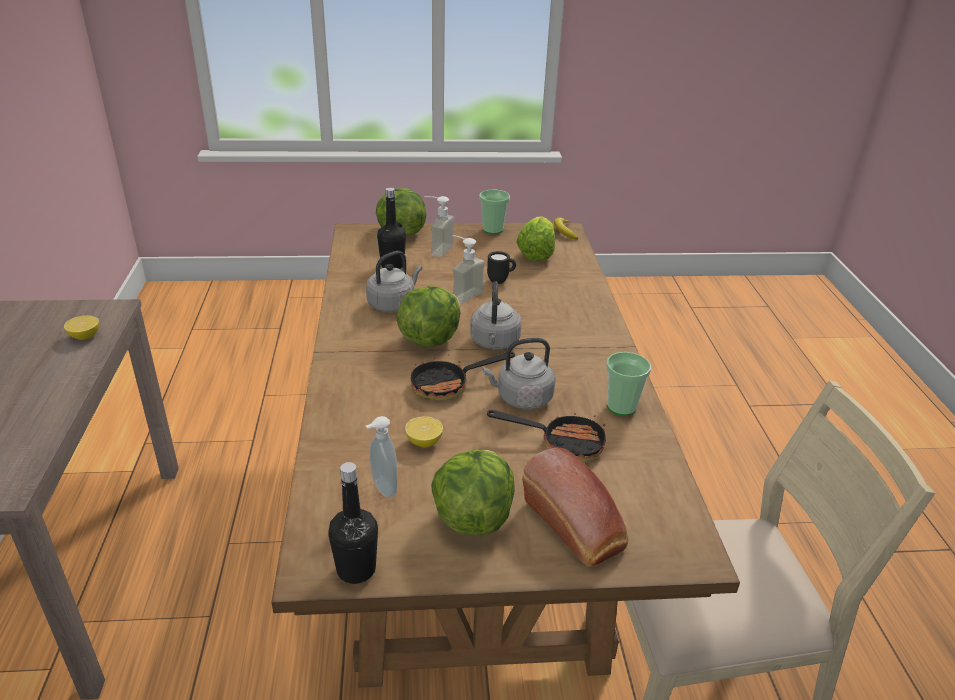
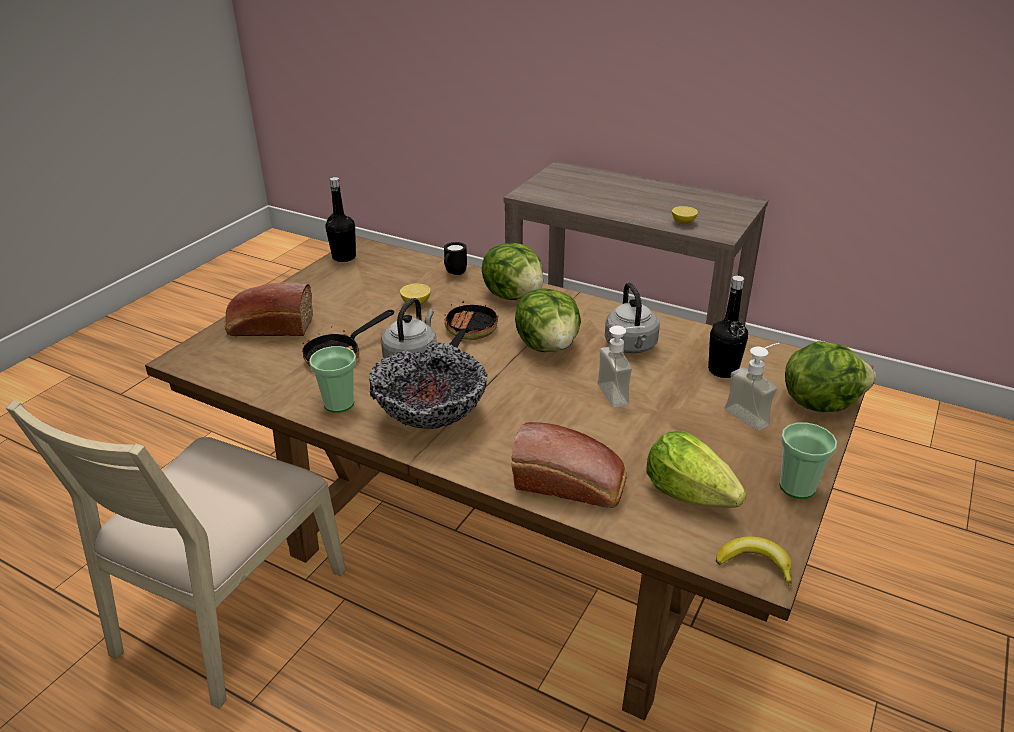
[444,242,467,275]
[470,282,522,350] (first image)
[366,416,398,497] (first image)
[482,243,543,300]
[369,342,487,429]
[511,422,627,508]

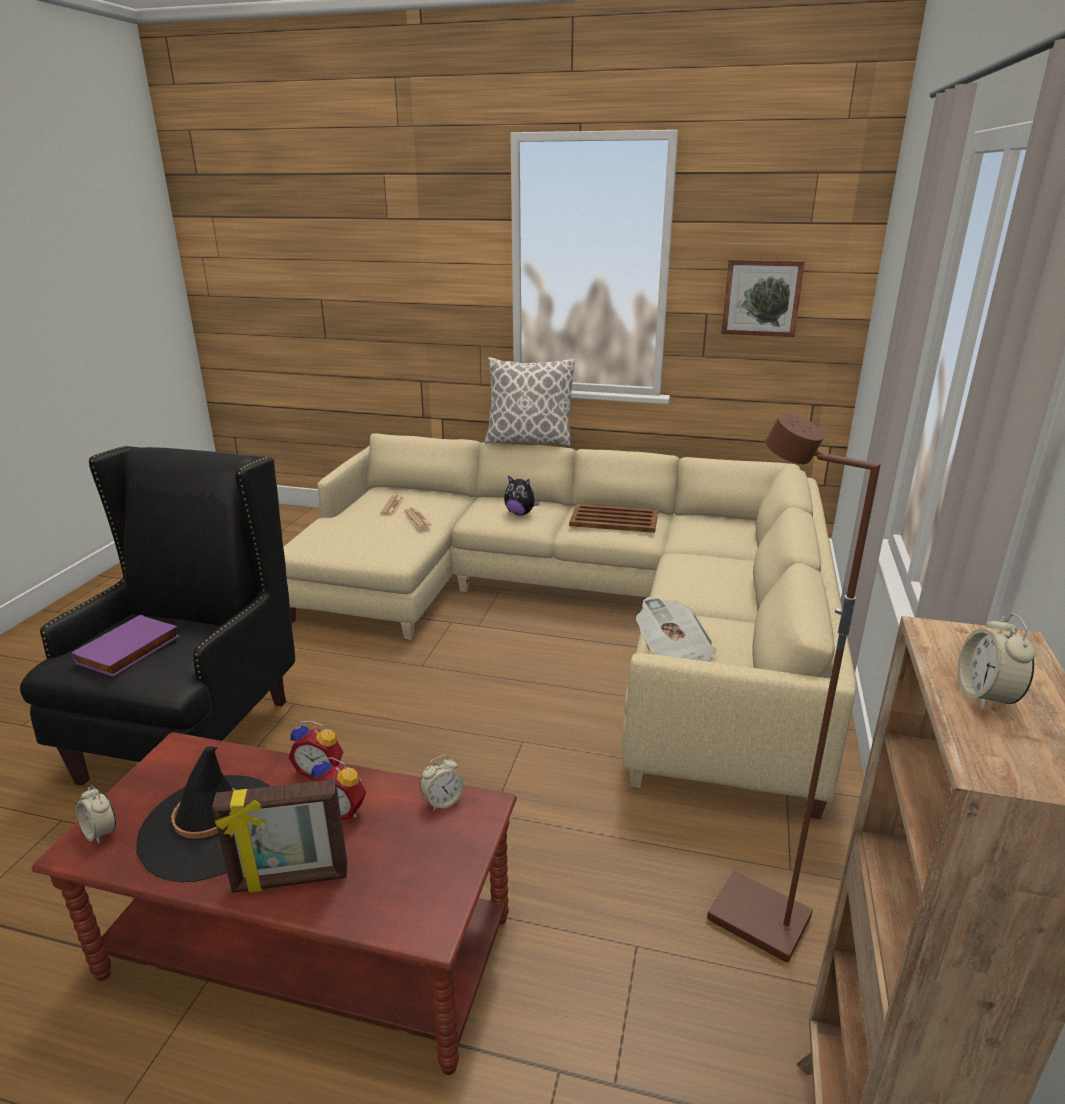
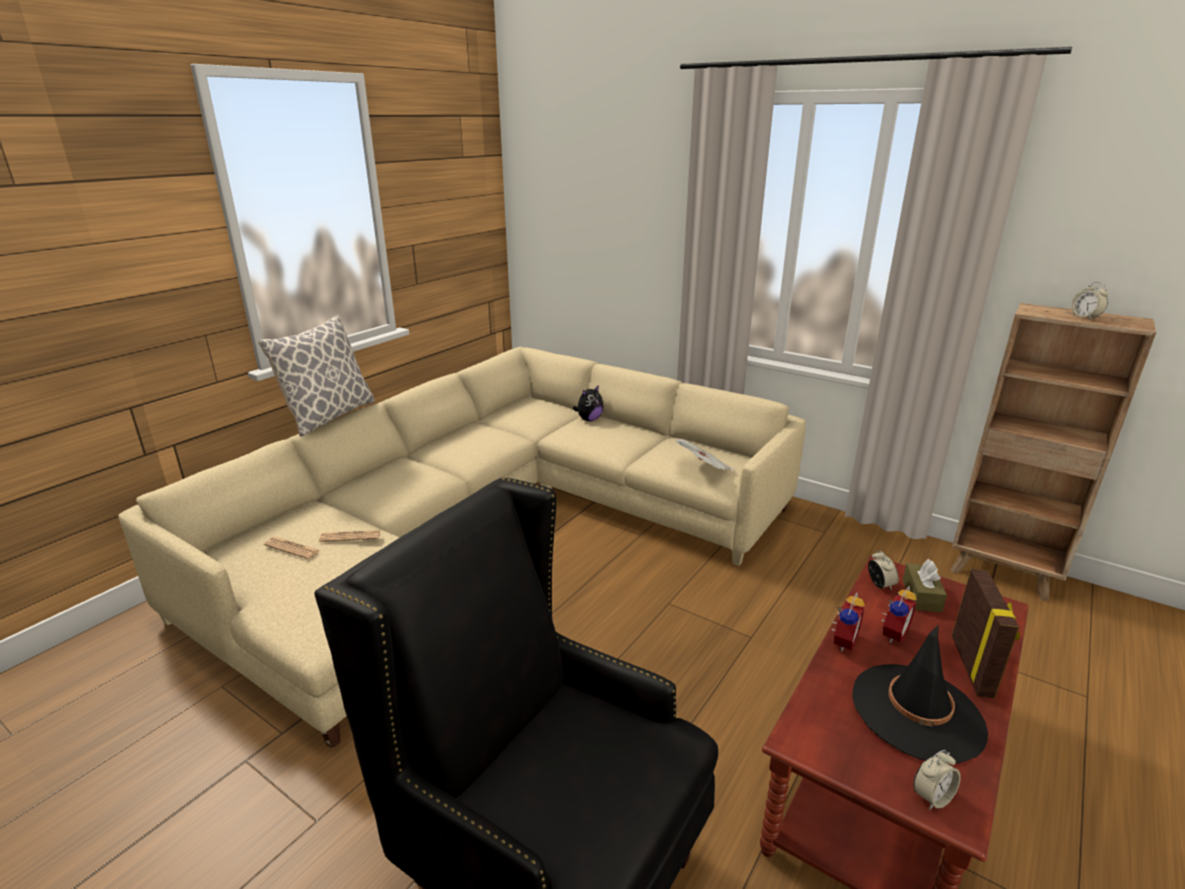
[721,259,805,337] (first image)
[707,413,881,963] (first image)
[573,385,603,421]
[569,504,658,533] (first image)
[1071,282,1109,320]
[72,615,180,677] (first image)
[903,559,947,613]

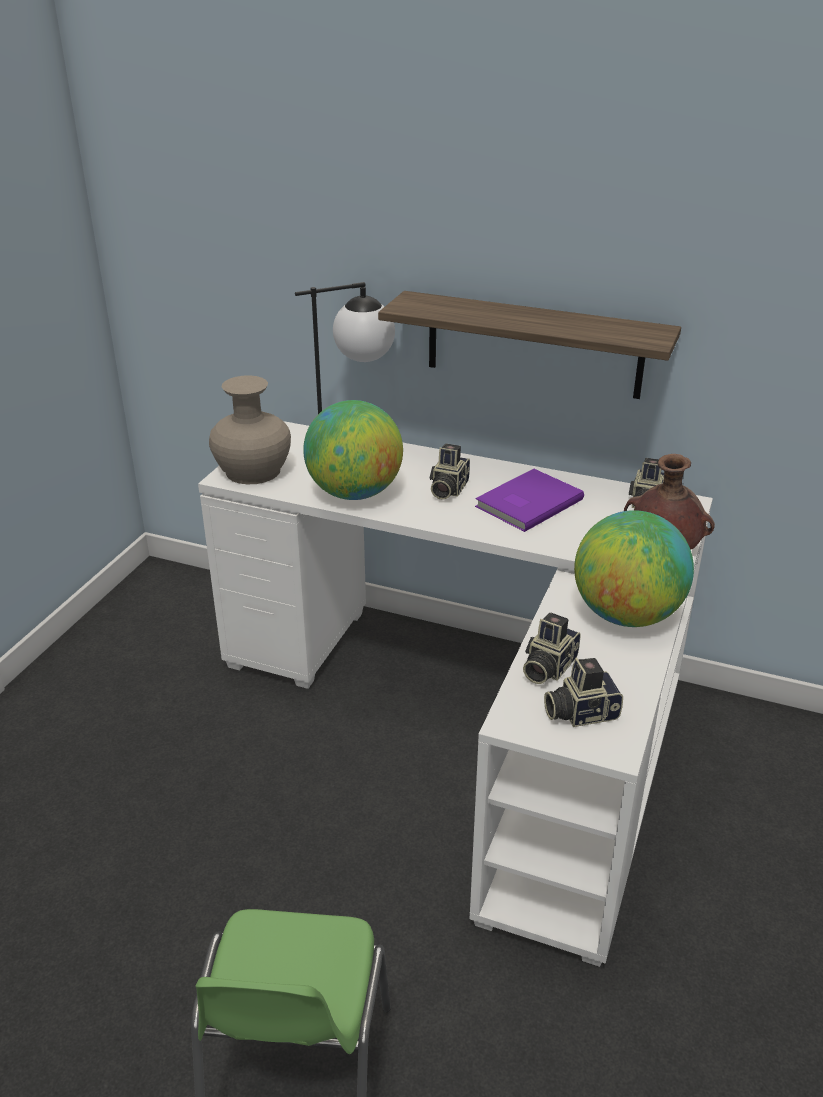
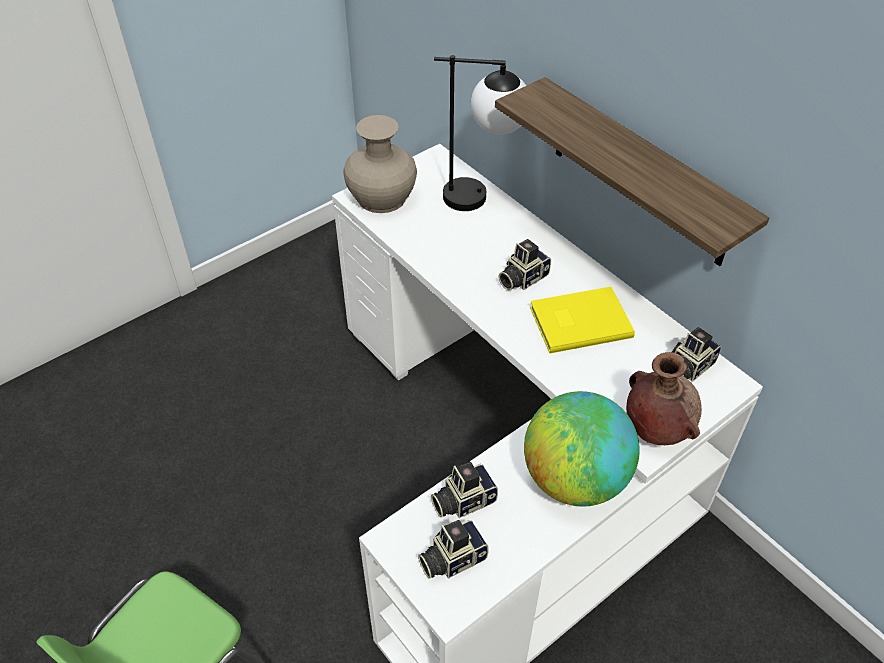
[303,400,403,500] (first image)
[530,287,635,353]
[418,520,489,579]

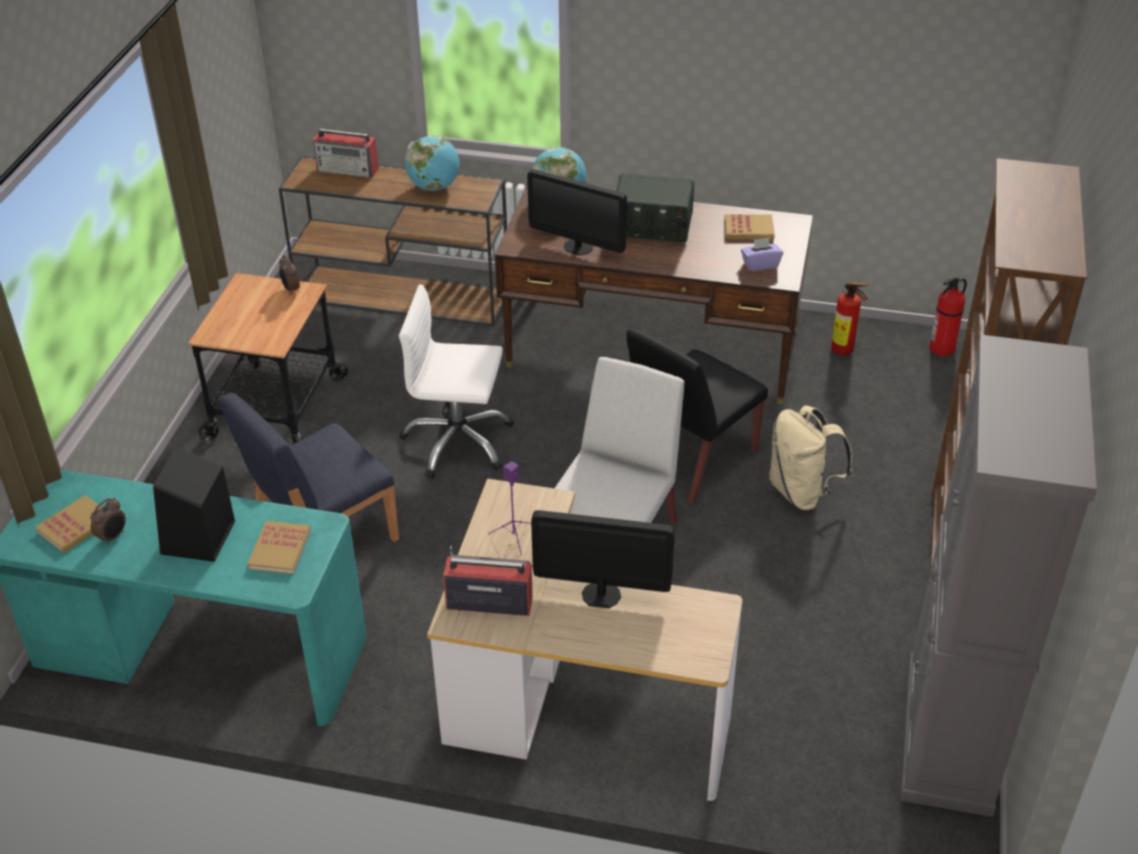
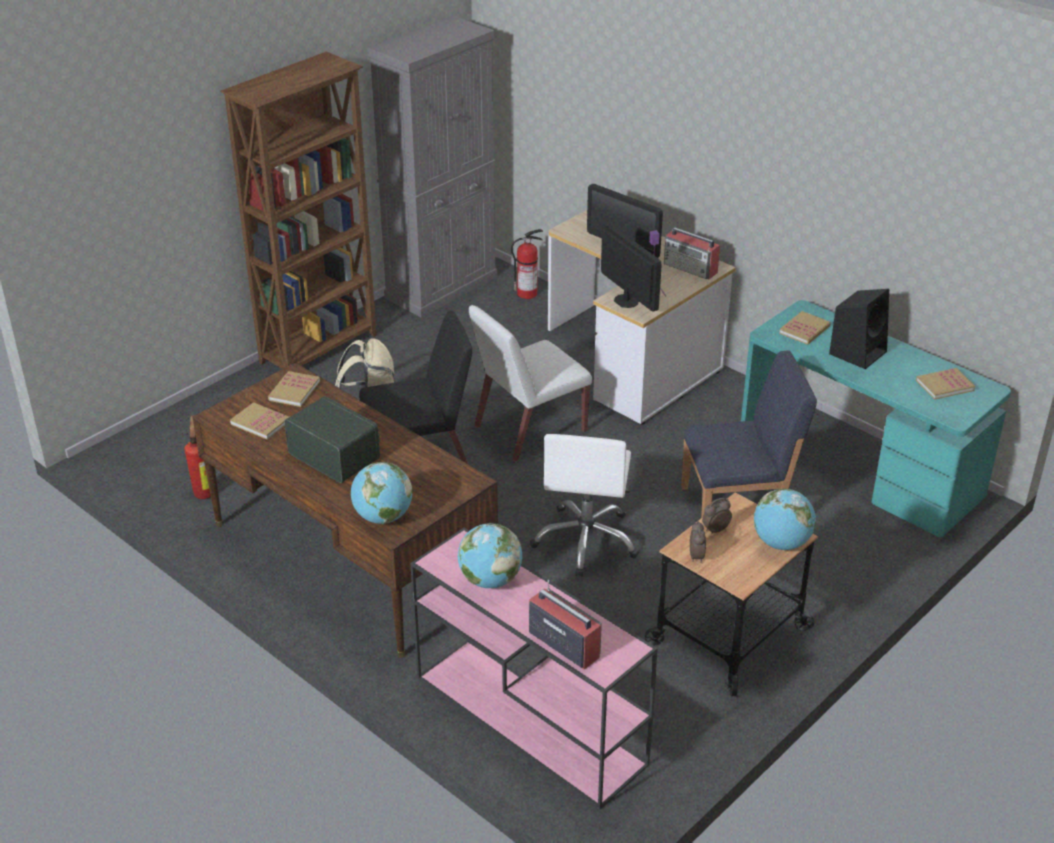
[411,528,658,810]
[601,223,662,312]
[268,371,320,407]
[511,229,543,299]
[530,434,639,577]
[702,498,732,535]
[754,489,816,550]

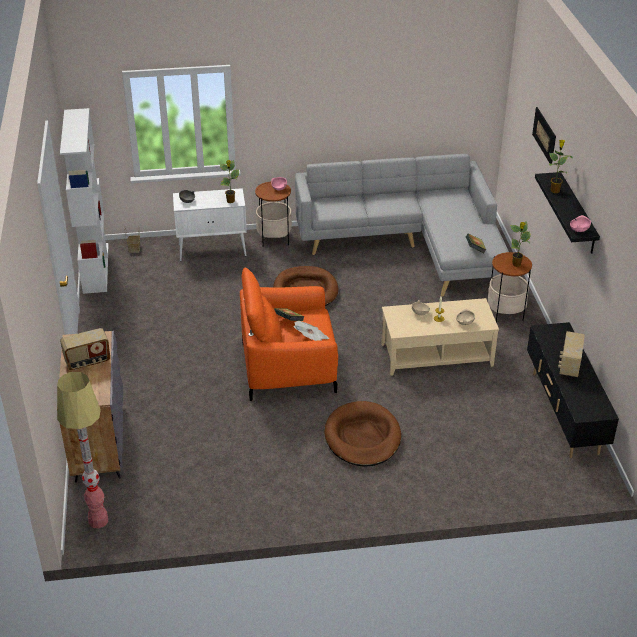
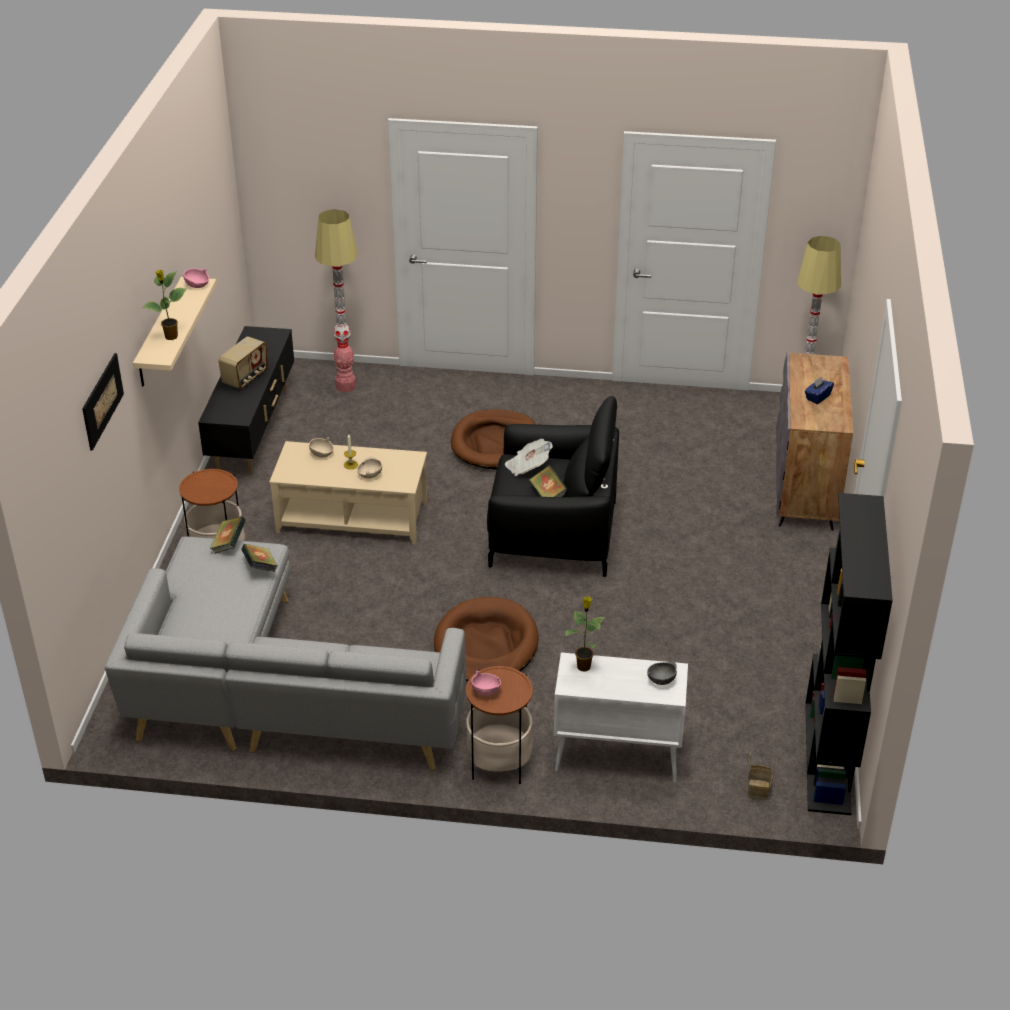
[805,493,893,815]
[133,277,217,386]
[510,221,531,267] (first image)
[487,396,619,577]
[805,376,834,404]
[315,209,358,392]
[241,544,277,572]

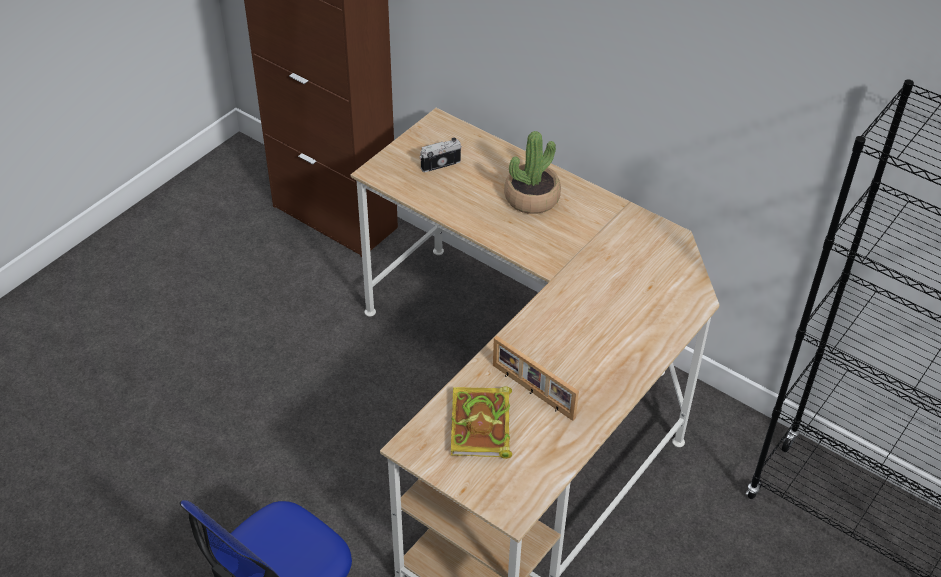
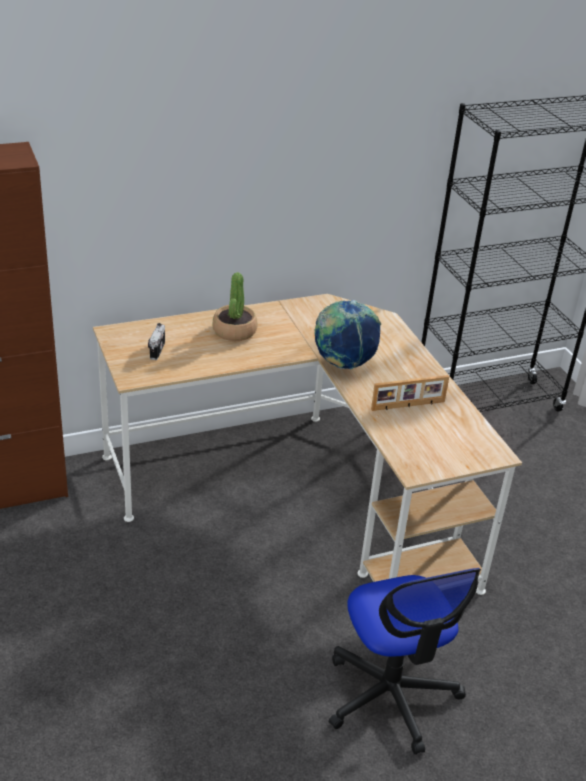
[451,386,512,459] (first image)
[314,300,381,369]

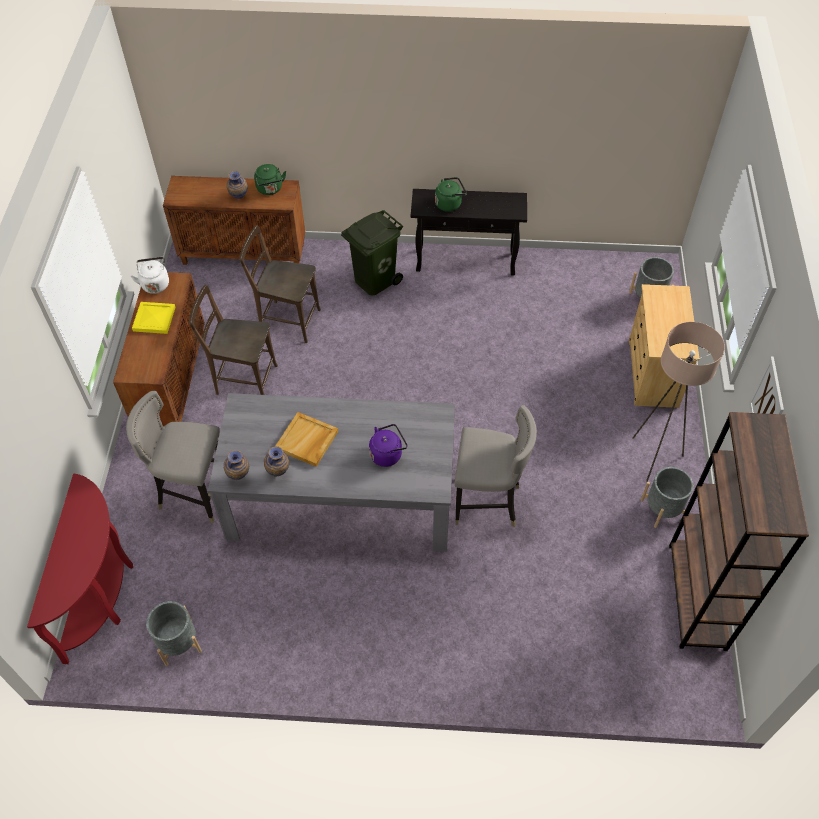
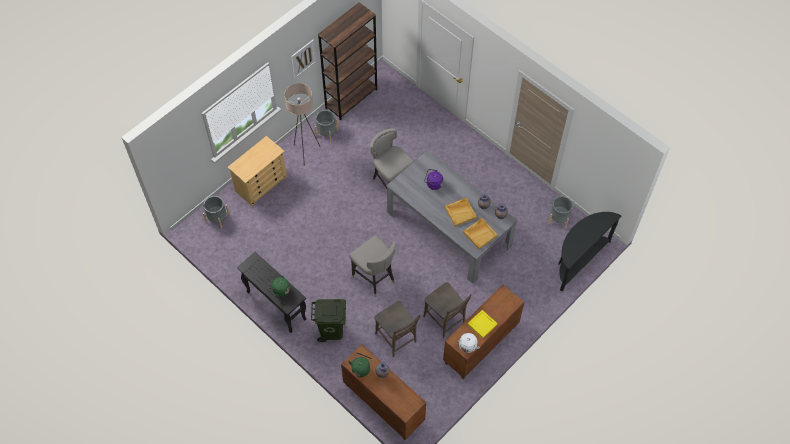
[349,235,396,297]
[558,212,621,291]
[463,218,498,249]

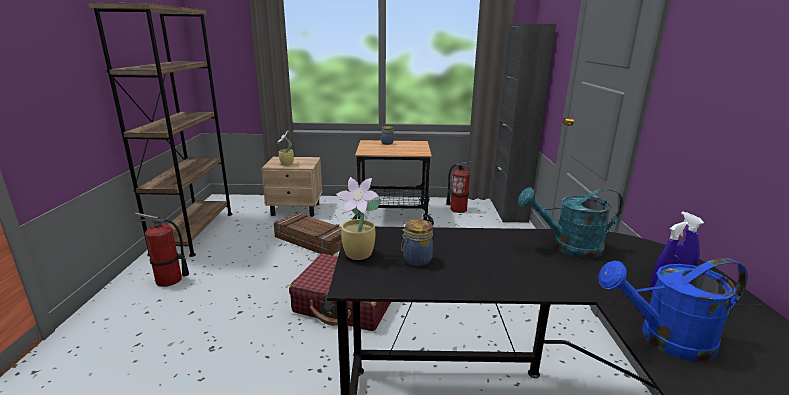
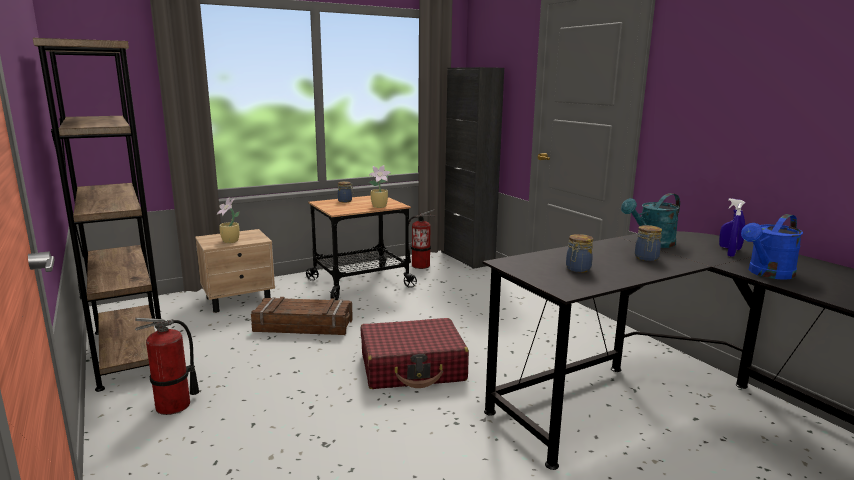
[369,165,391,208]
[635,225,662,261]

